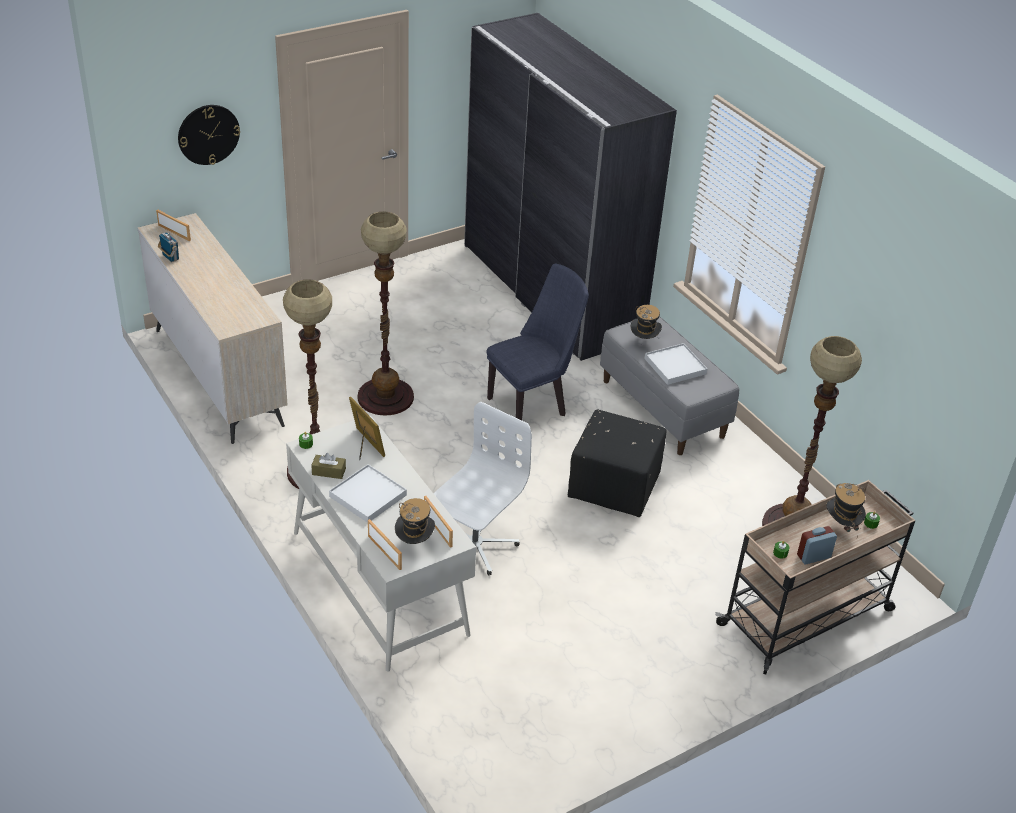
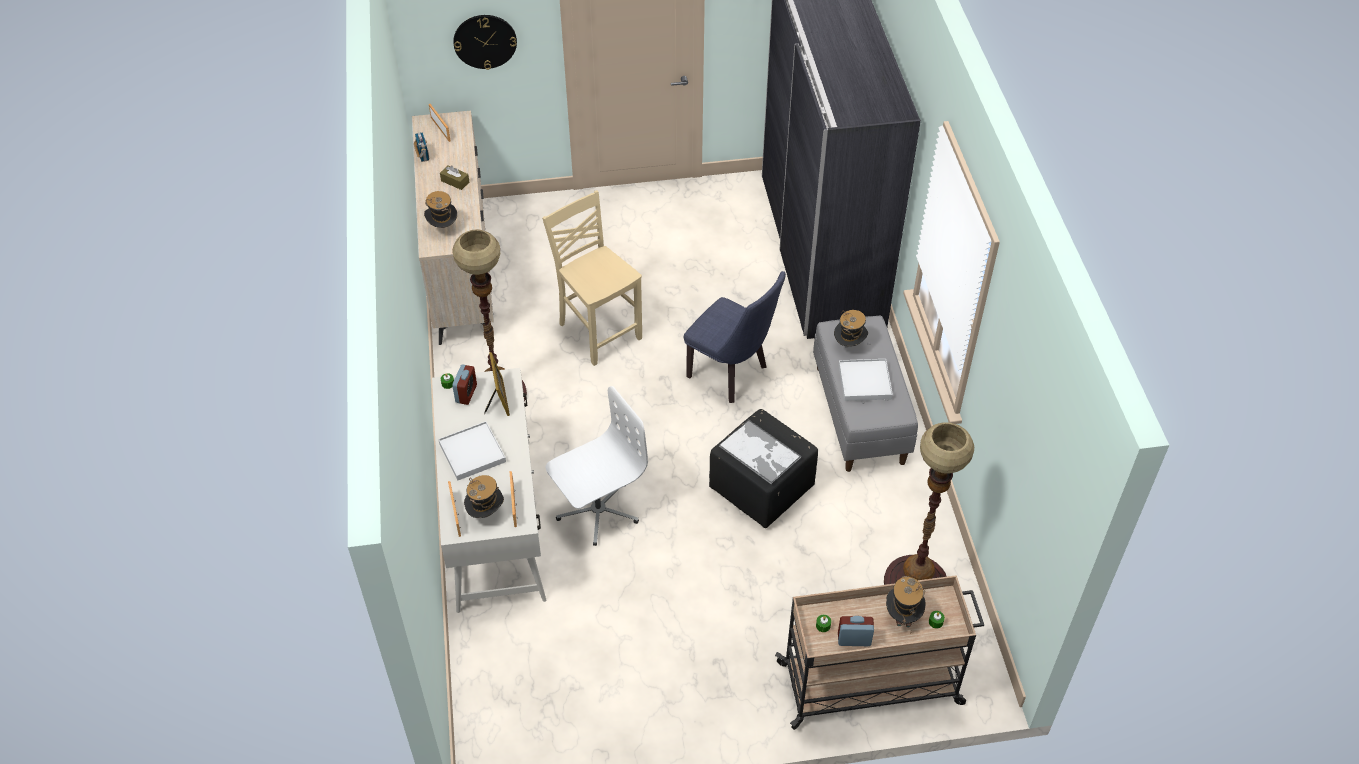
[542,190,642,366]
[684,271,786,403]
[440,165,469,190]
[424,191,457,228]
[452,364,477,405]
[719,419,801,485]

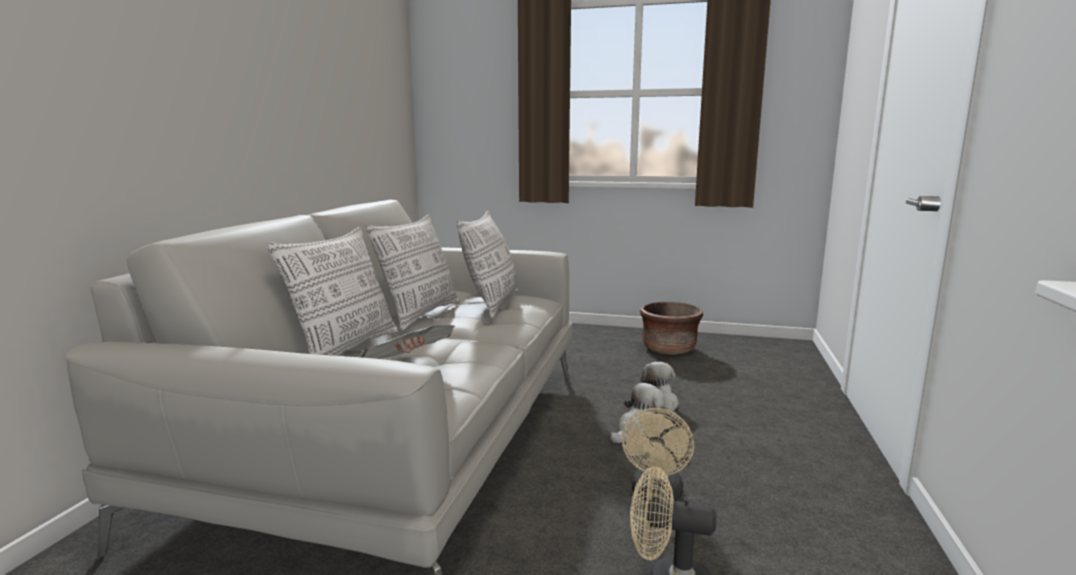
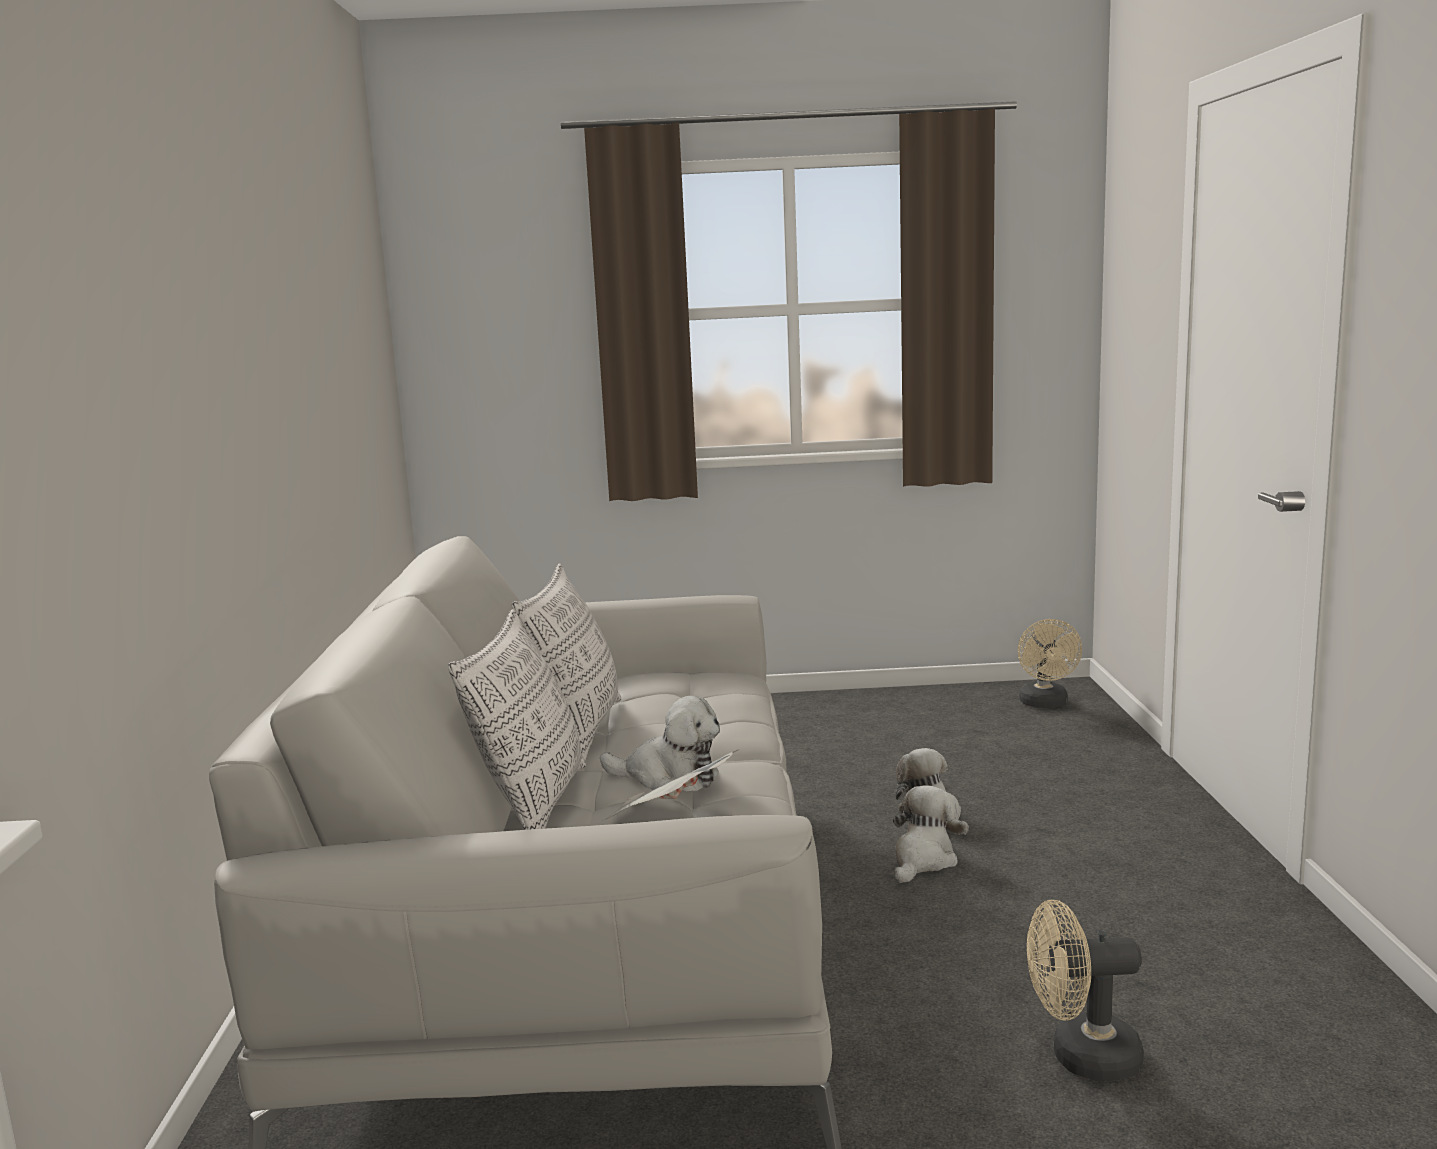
[456,211,518,318] (first image)
[640,302,703,355] (first image)
[1018,619,1082,708]
[600,696,720,792]

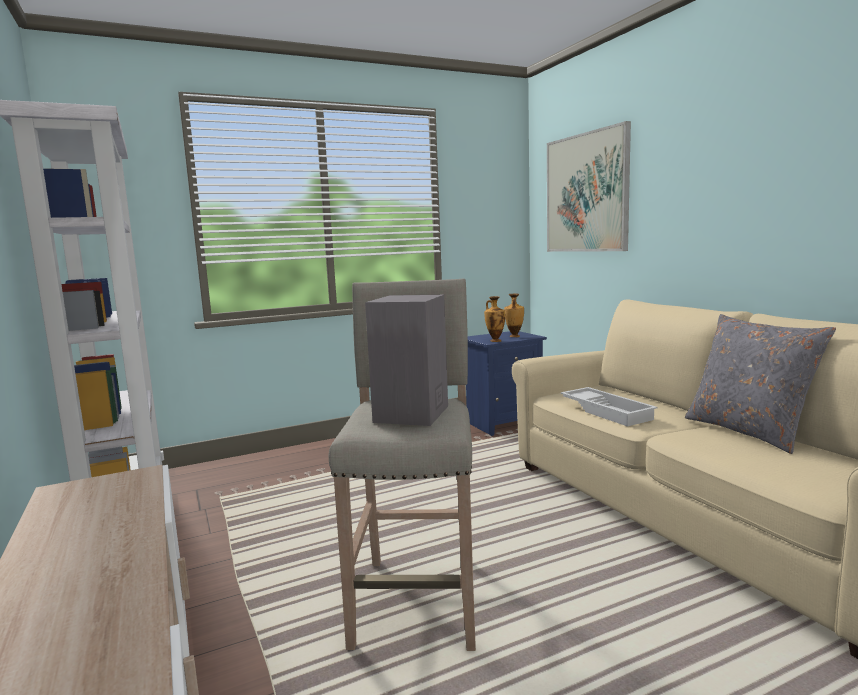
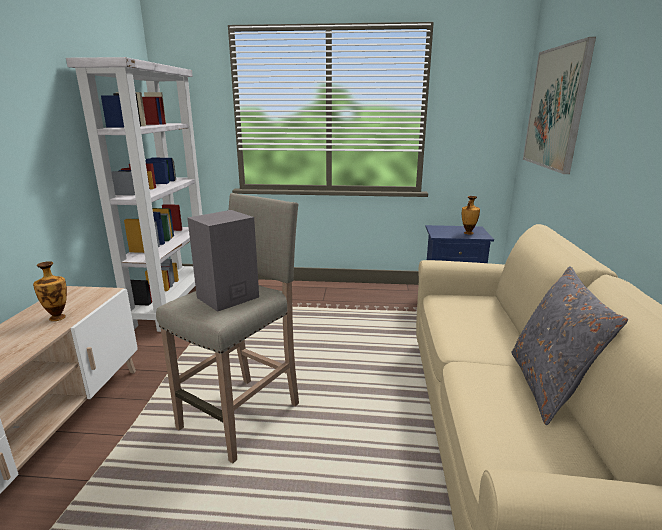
[33,261,67,321]
[560,387,658,427] (first image)

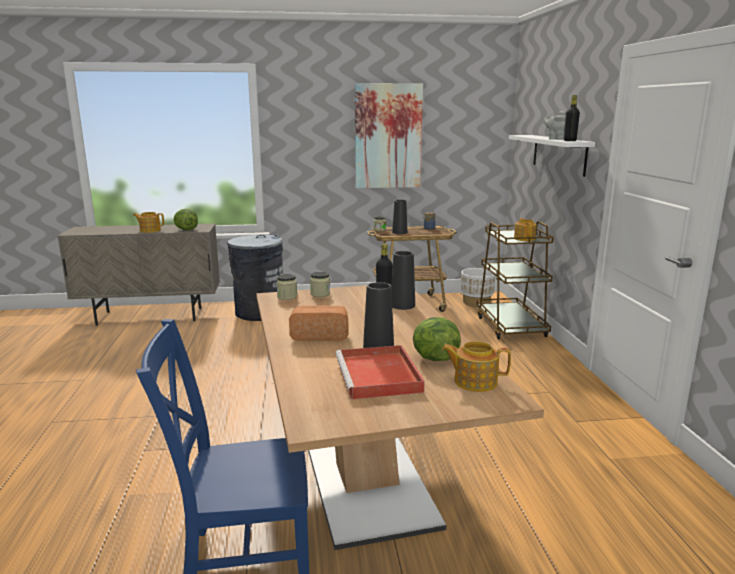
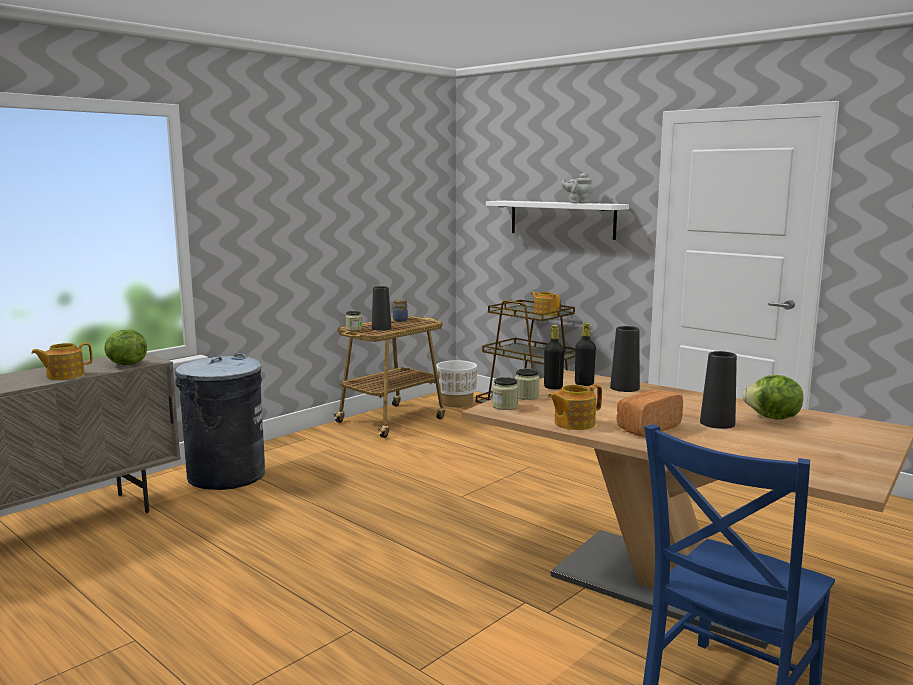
[355,83,423,188] (first image)
[544,325,564,389]
[547,384,602,430]
[335,345,425,399] (first image)

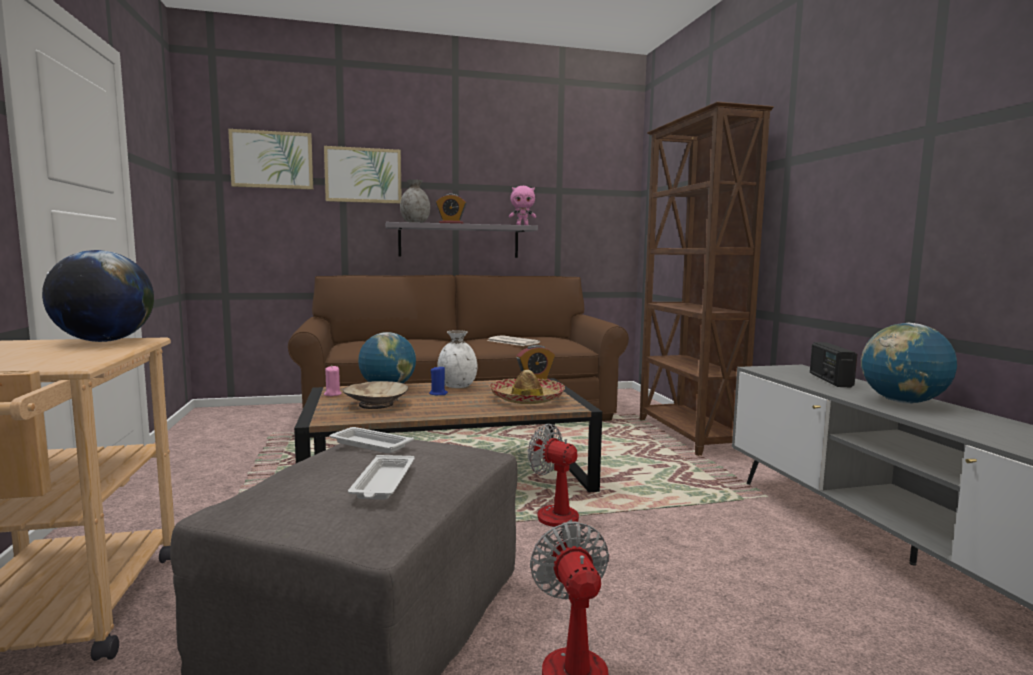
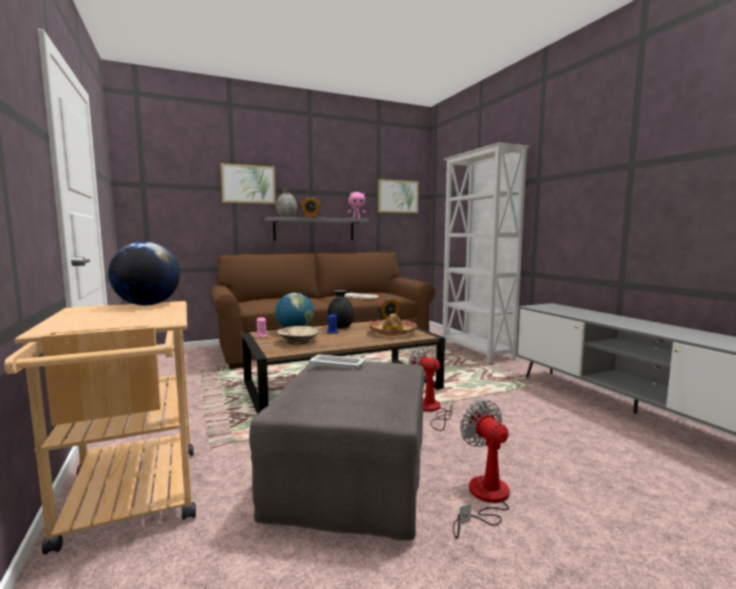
[442,143,529,363]
[378,179,419,213]
[861,323,957,404] (first image)
[327,290,354,328]
[810,342,857,387] (first image)
[348,455,415,500] (first image)

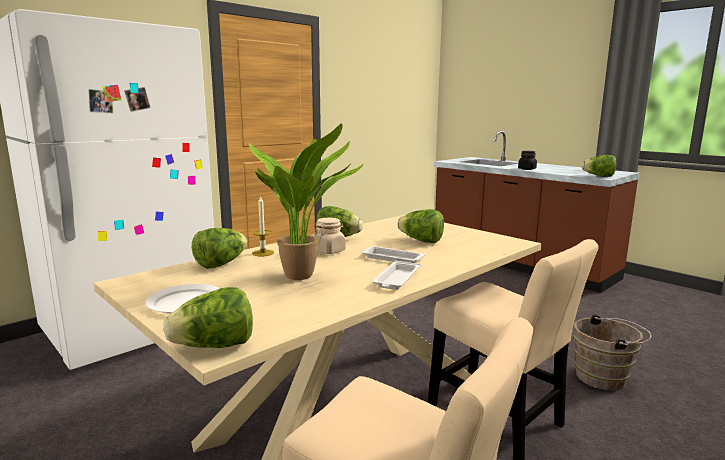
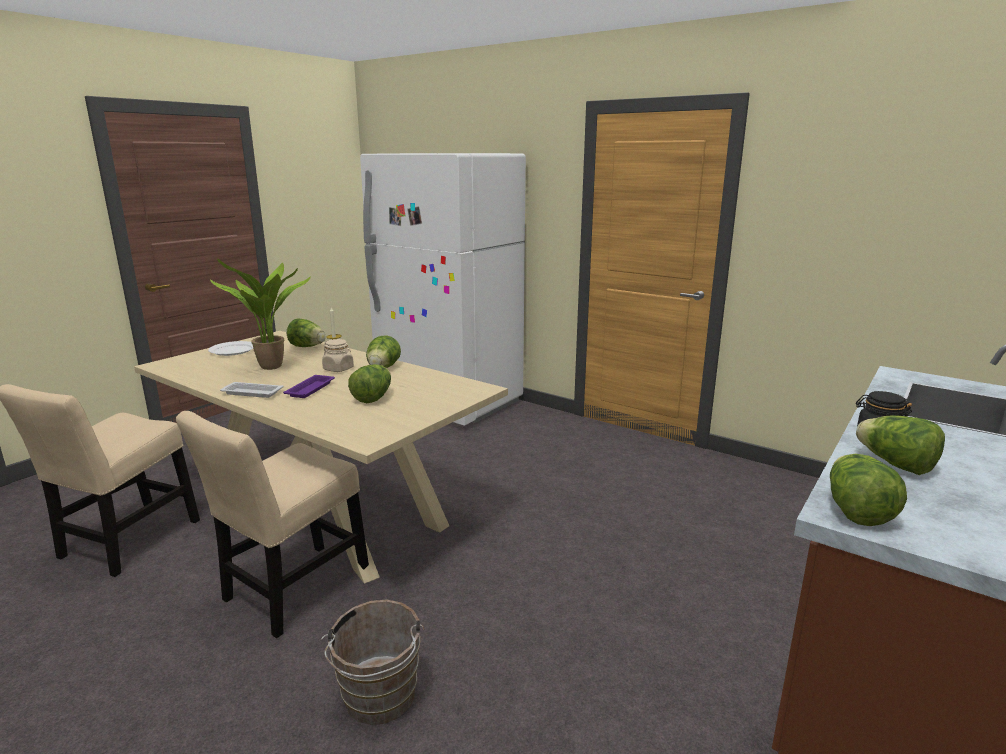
[283,375,335,398]
[856,415,945,475]

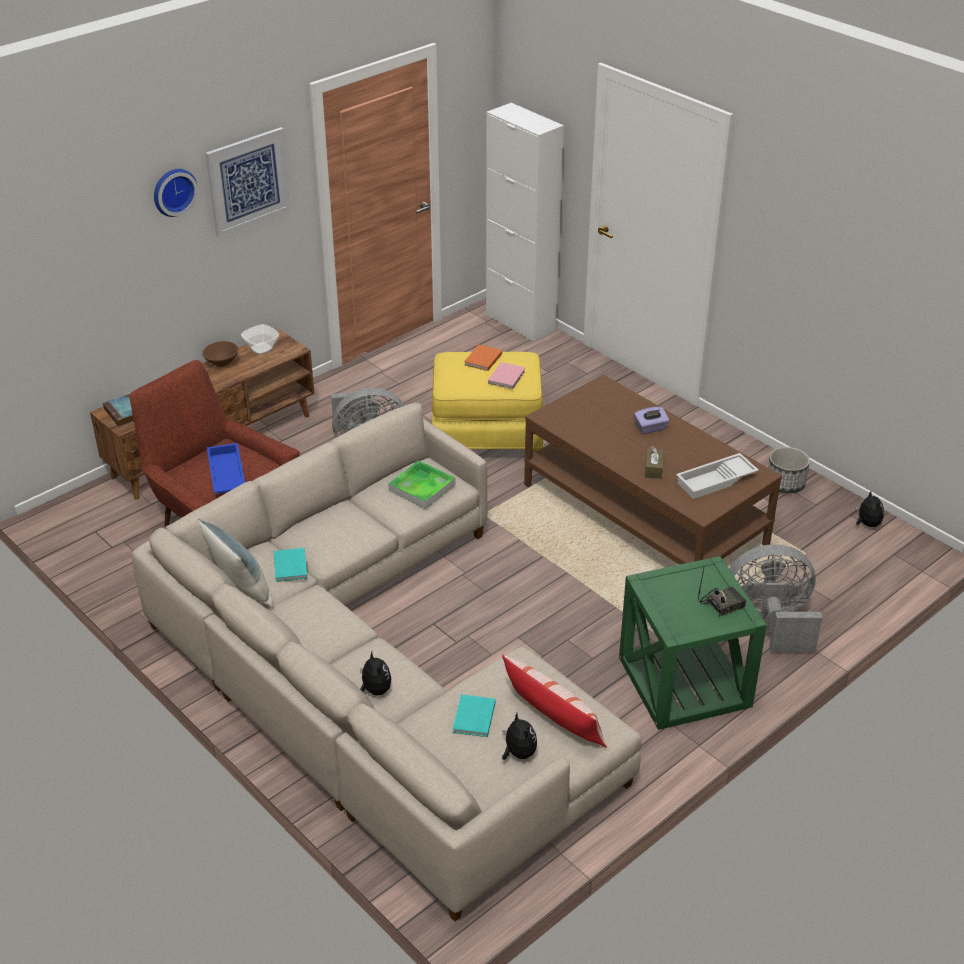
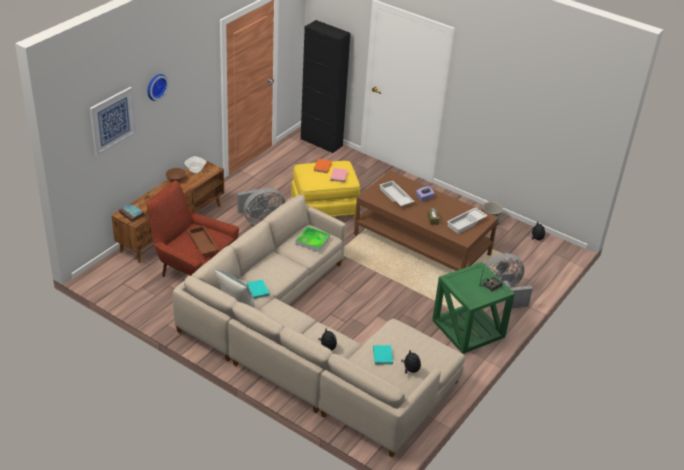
[301,20,350,153]
[90,87,136,156]
[187,226,219,255]
[502,654,607,748] (first image)
[380,181,415,206]

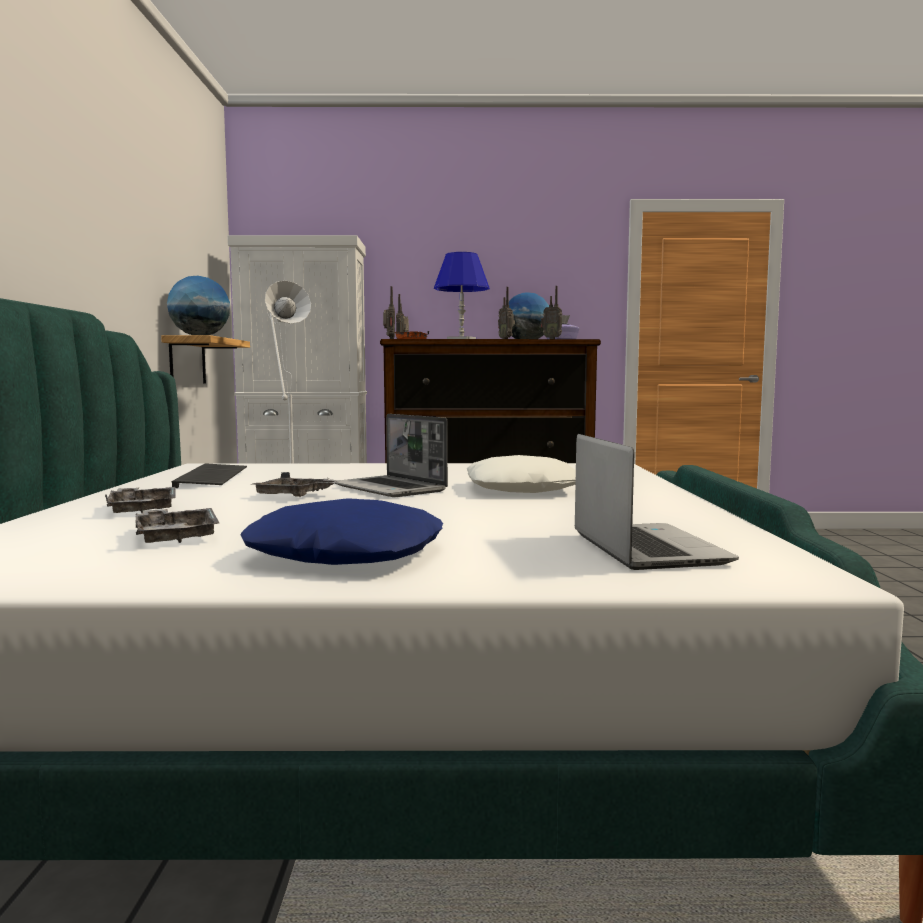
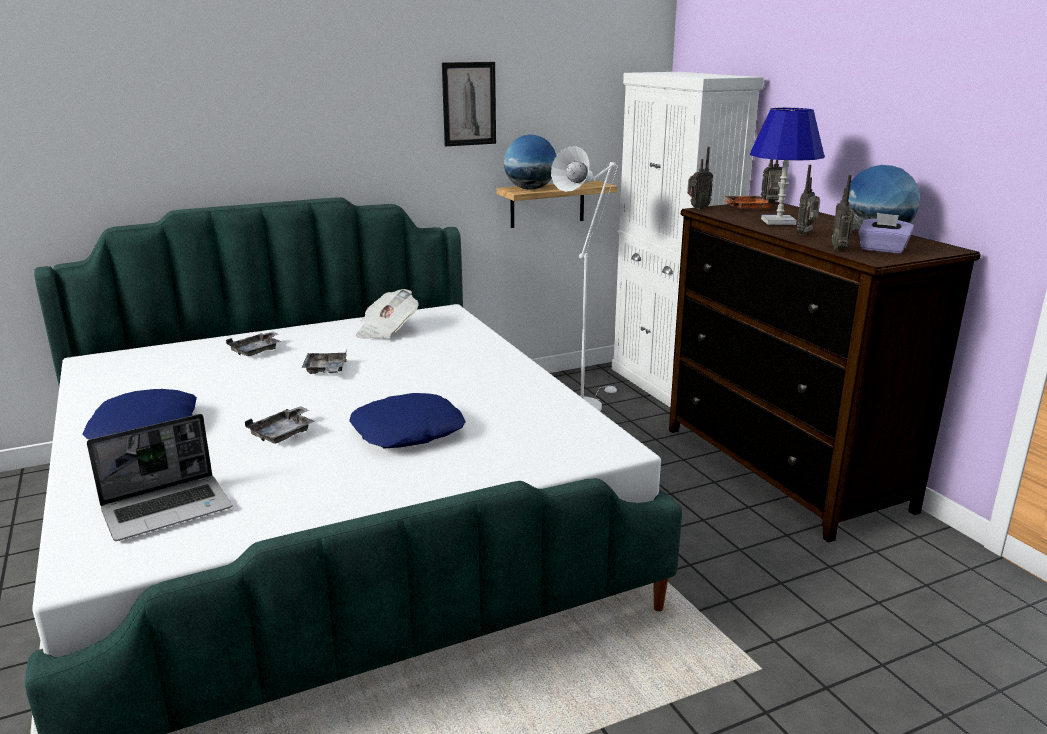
[335,414,448,497] (first image)
[349,393,466,449]
[356,289,419,339]
[245,406,315,444]
[442,62,496,146]

